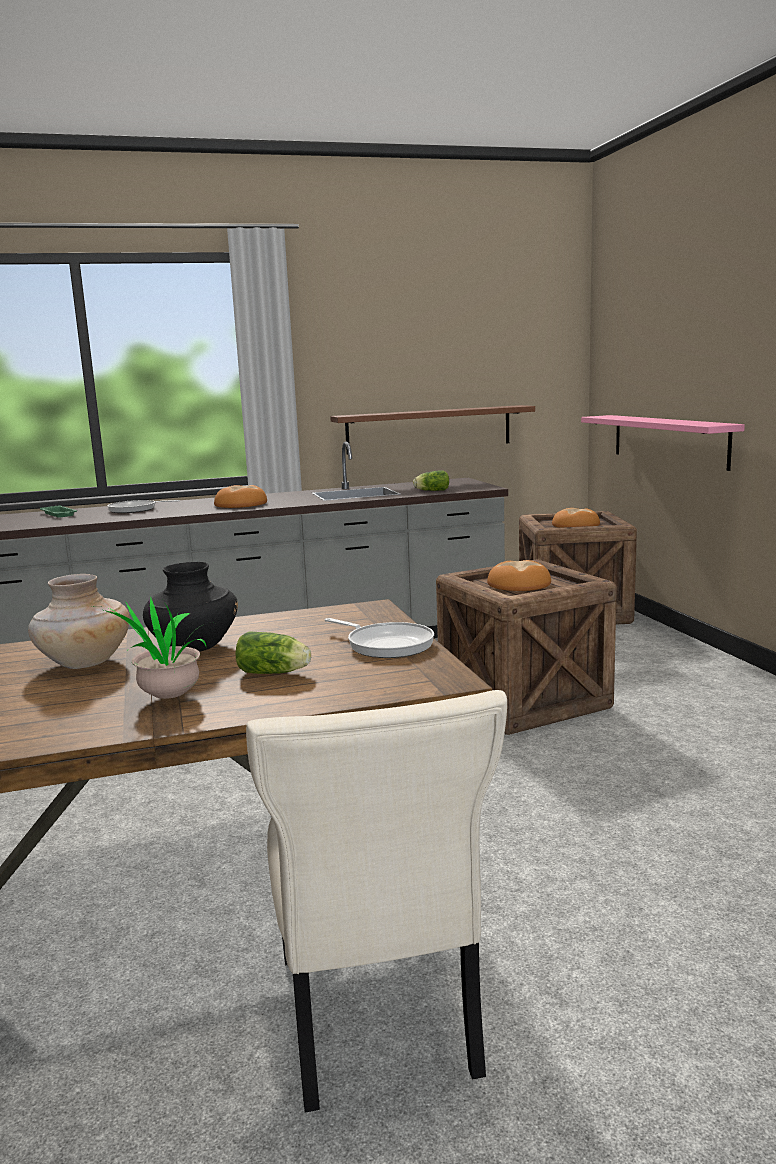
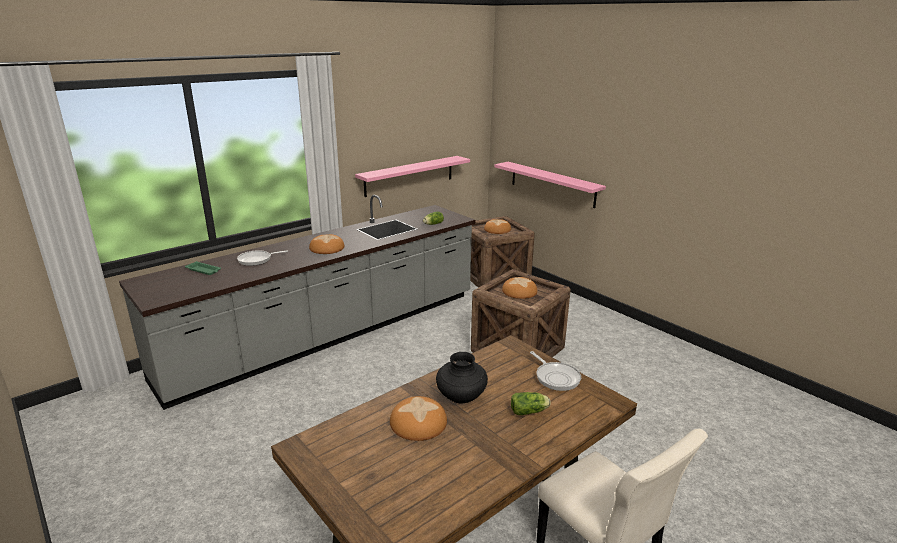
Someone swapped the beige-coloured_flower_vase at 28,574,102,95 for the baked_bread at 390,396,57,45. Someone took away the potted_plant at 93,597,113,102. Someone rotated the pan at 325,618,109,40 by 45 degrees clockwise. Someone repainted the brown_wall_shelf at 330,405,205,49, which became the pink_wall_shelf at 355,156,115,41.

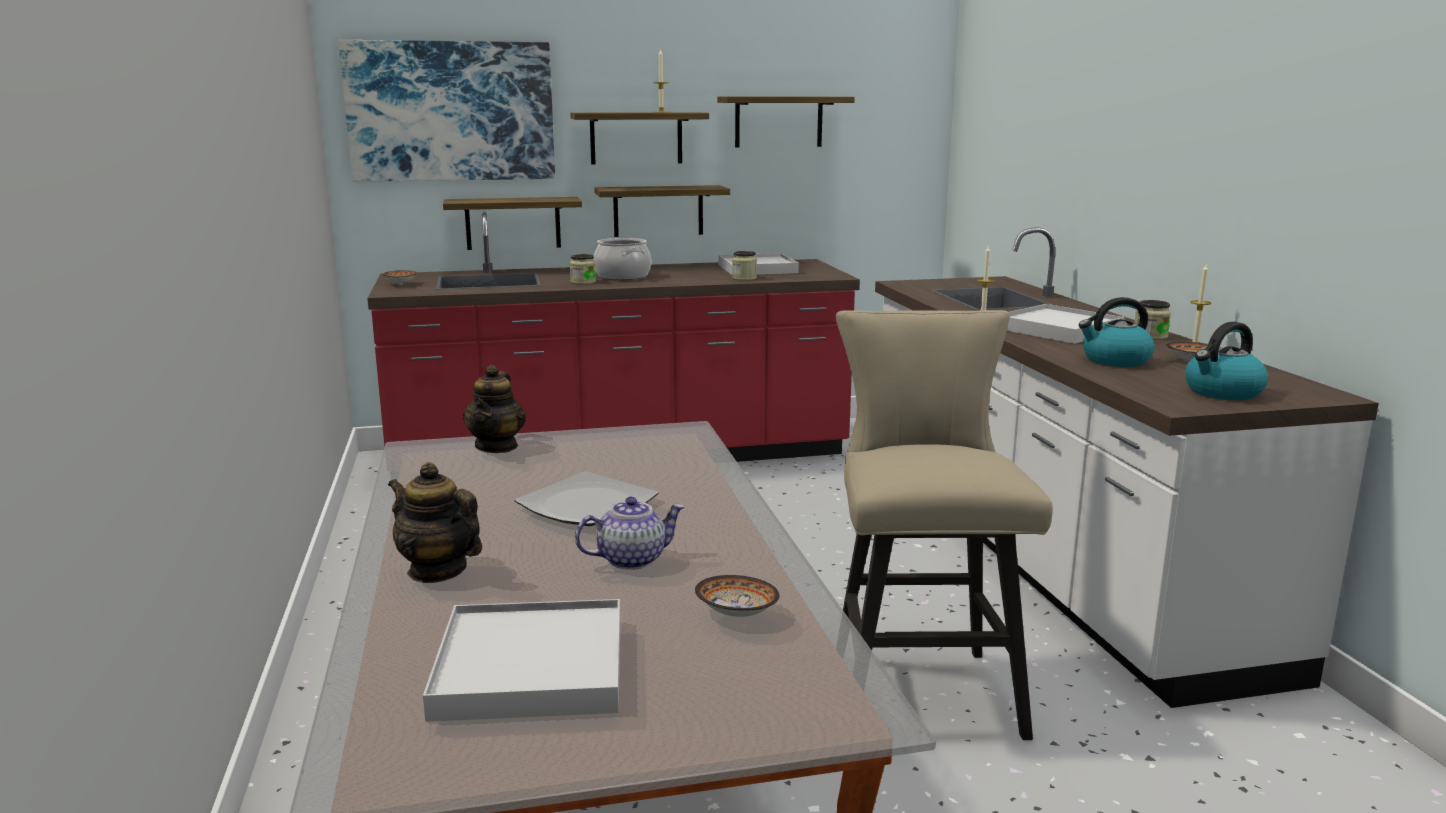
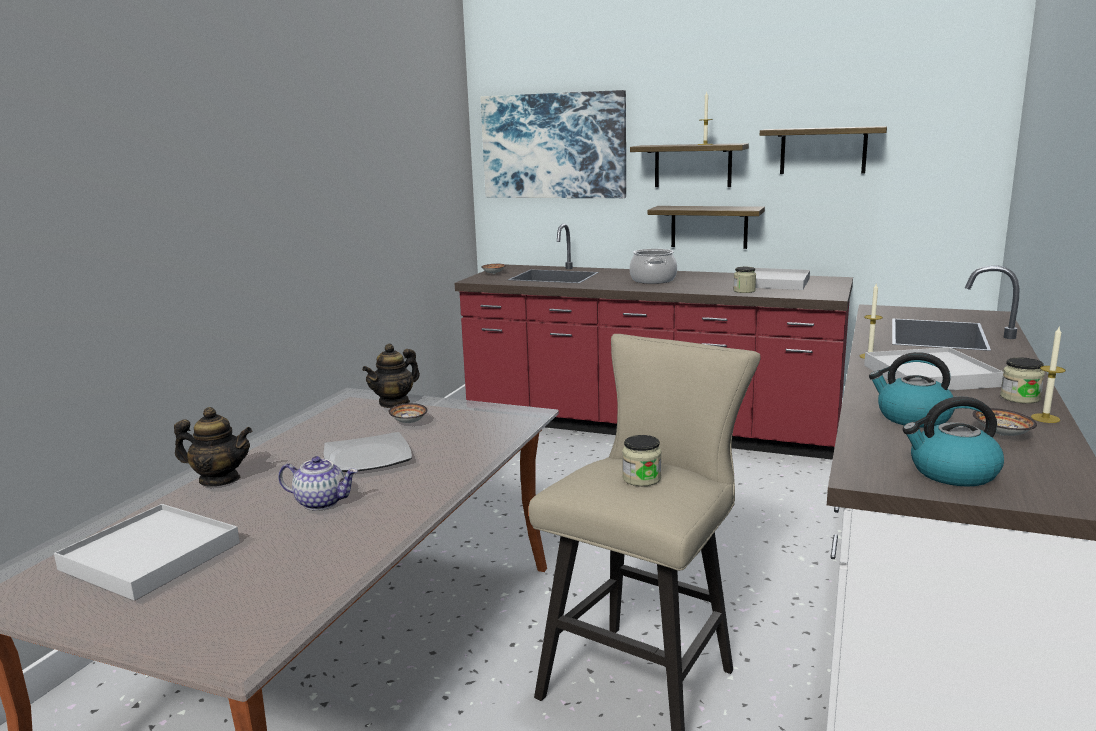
Someone rotated the teapot at 388,462,94,121 by 120 degrees clockwise. Someone took away the wall_shelf at 443,197,139,53. Someone carried the jar from 570,254,26,31 to 622,435,39,51. Someone carried the deep_dish from 695,575,84,42 to 389,403,39,20.

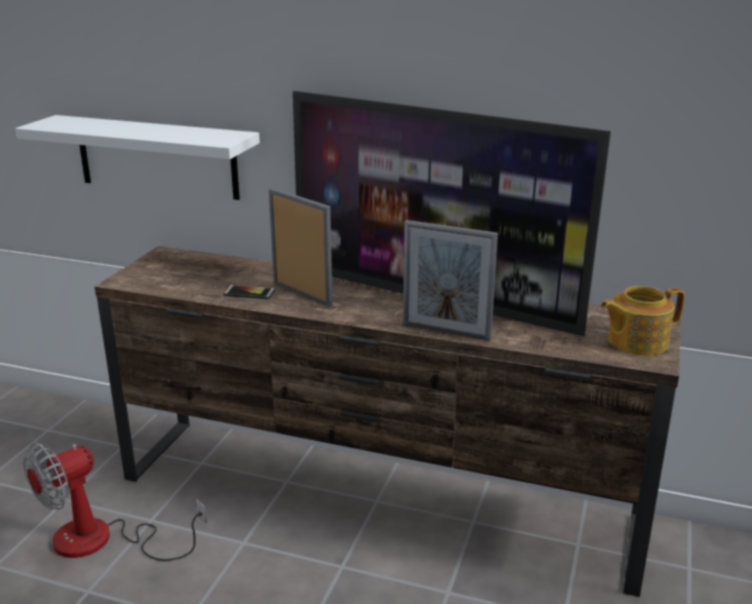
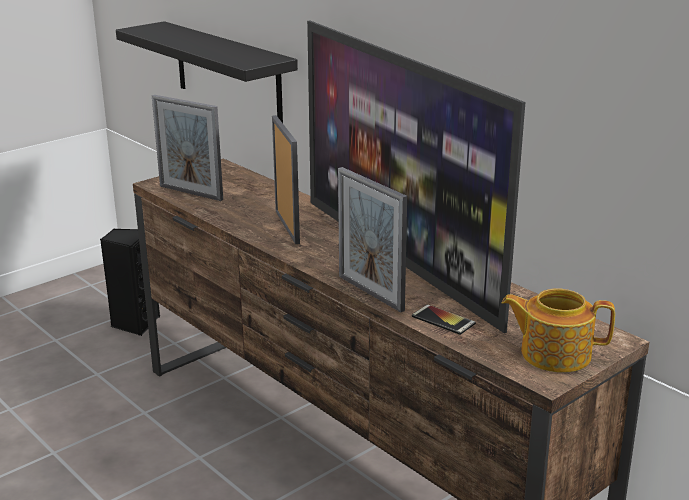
Someone repainted the white-coloured_wall_shelf at 15,115,245,85, which became the black_wall_shelf at 116,21,182,102. Someone took away the cooling_fan at 23,442,184,119. Someone carried the telephone from 224,285,51,14 to 412,304,64,31. Someone put down the black_speaker at 100,229,60,107. Someone put down the standing_frame at 152,95,71,106.

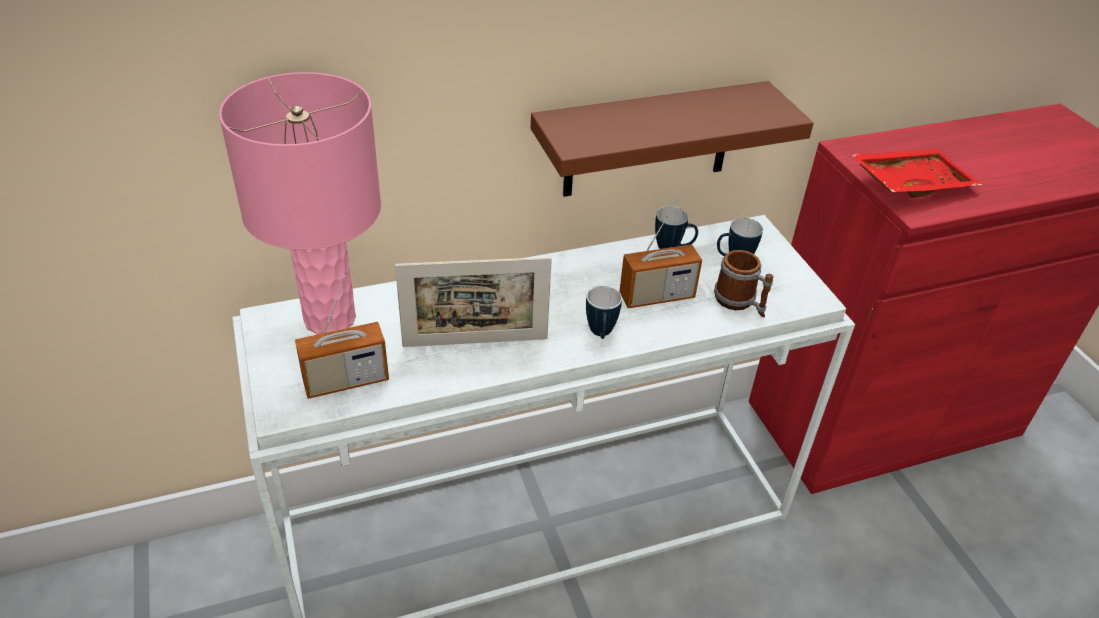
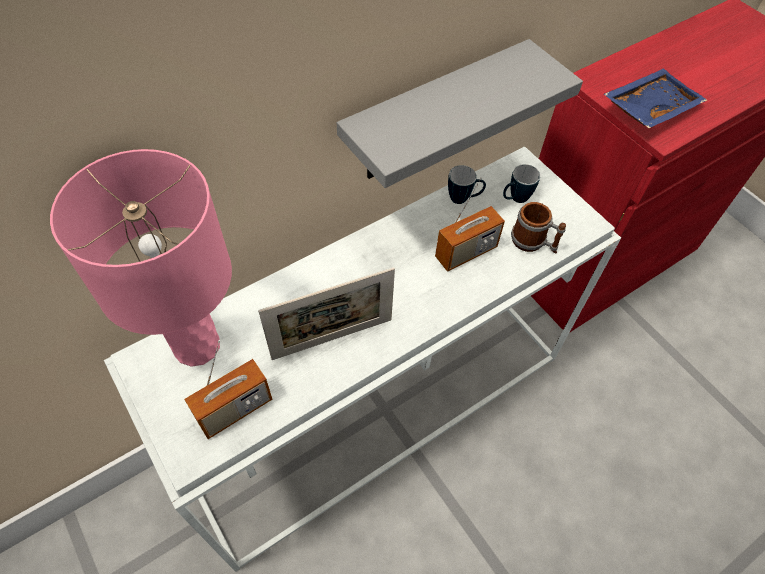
Someone repainted the brown_wall_shelf at 531,81,283,116, which became the grey_wall_shelf at 337,39,246,149. Someone took away the coffee_mug at 586,286,36,53. Someone repainted the red_carrying_tray at 851,149,131,49, which became the bluish_carrying_tray at 604,69,103,59.

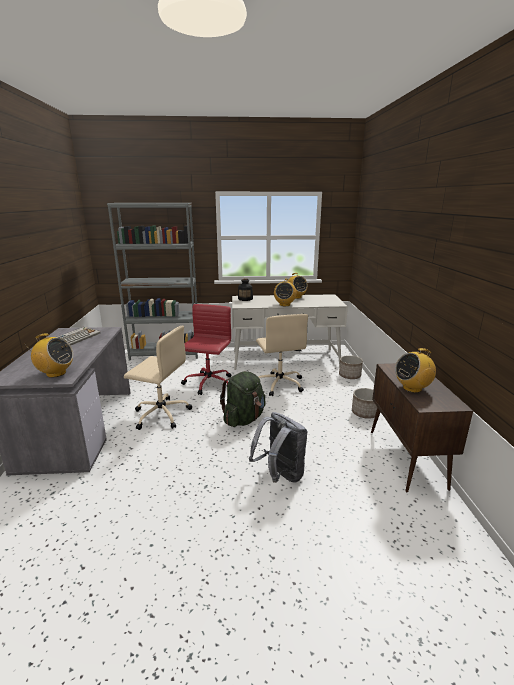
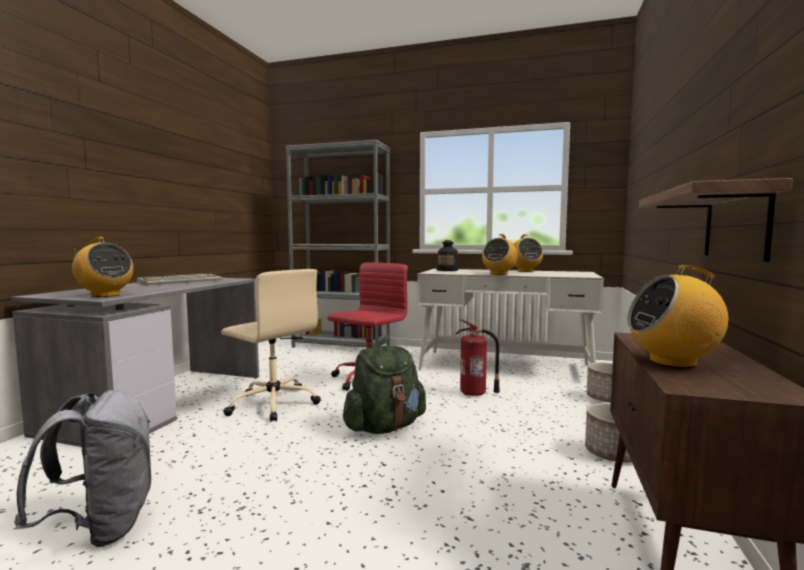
Someone carried the grey_rucksack from 249,412,58,71 to 14,390,137,157. Someone swapped the beige-coloured_office_chair at 256,314,52,82 for the fire_extinguisher at 456,319,44,77. Someone put up the wall_shelf at 639,178,154,84.

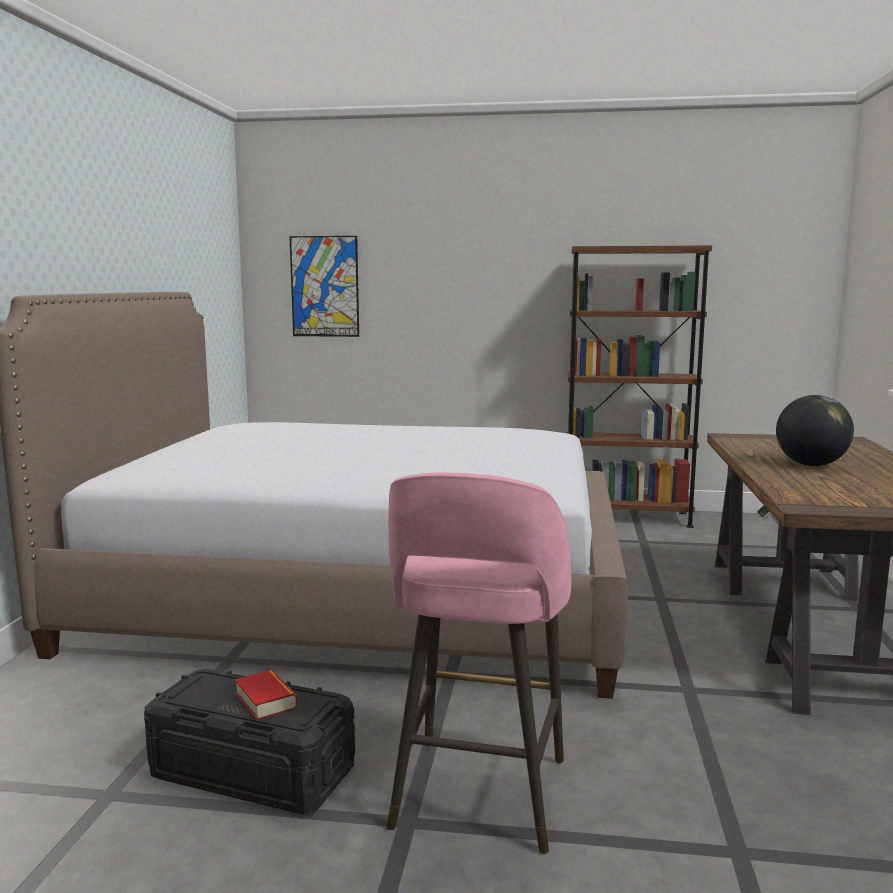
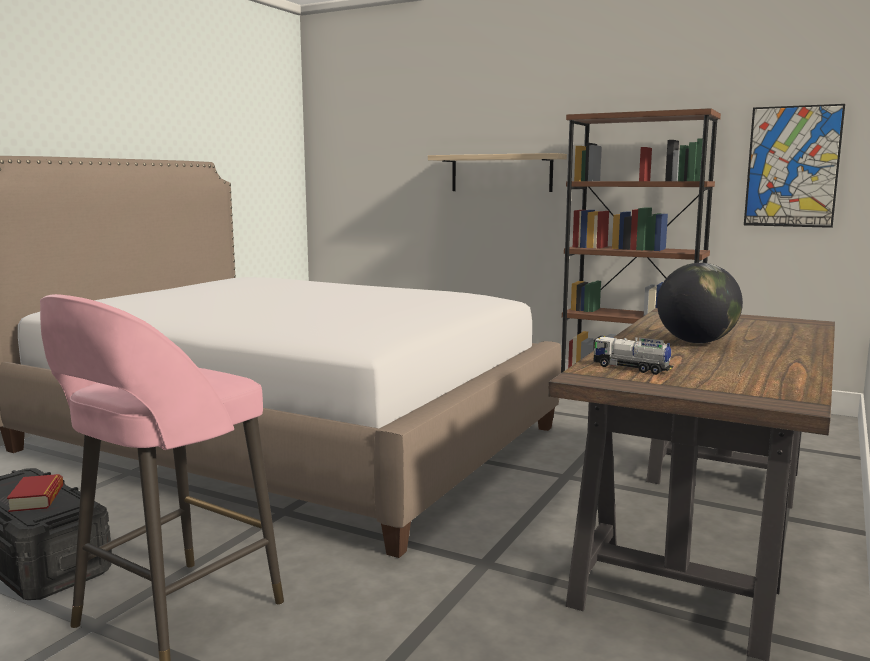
Someone carried the wall_art from 289,236,70,101 to 744,104,101,124. Someone put up the wall_shelf at 428,153,139,39. Someone put down the model_truck at 593,336,80,39.

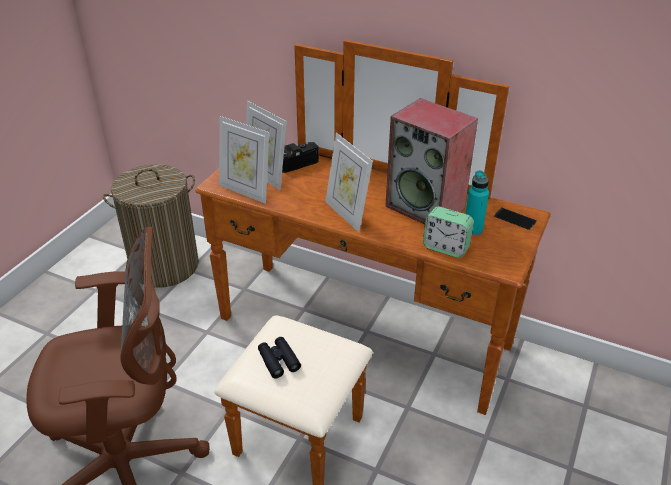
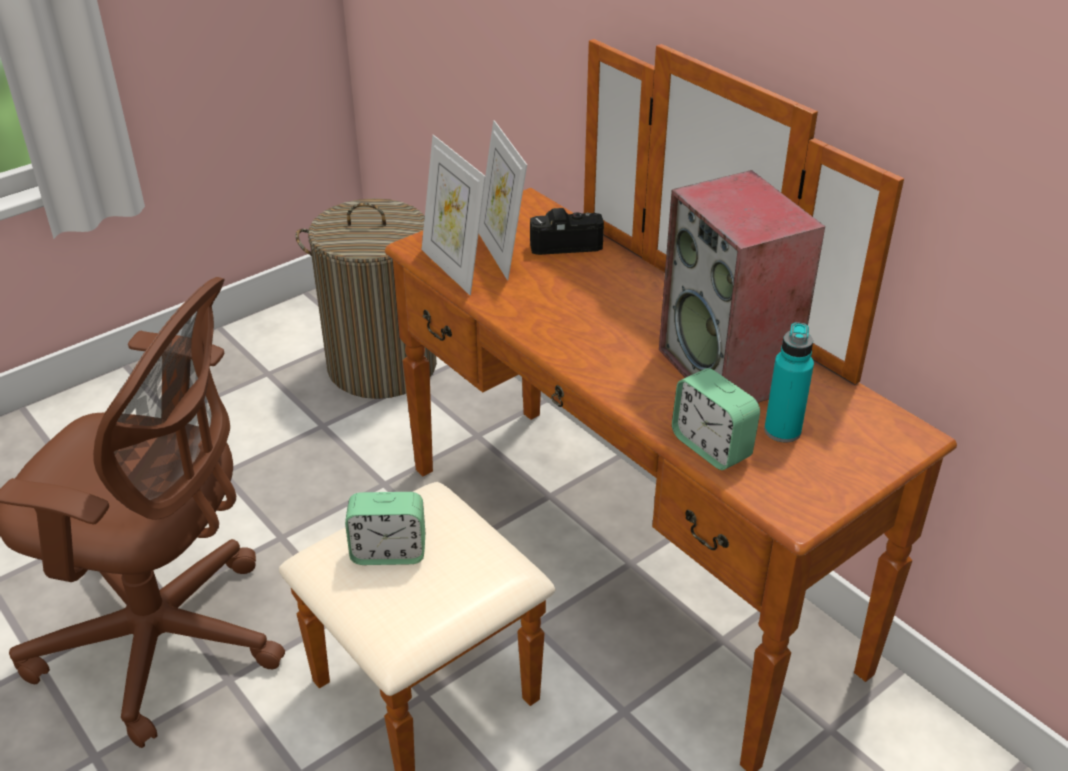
Someone swapped the black_binoculars at 258,337,43,42 for the bedside_clock at 345,492,80,73. Someone took away the standing_frame at 325,133,48,100. Someone took away the telephone at 494,207,43,23.

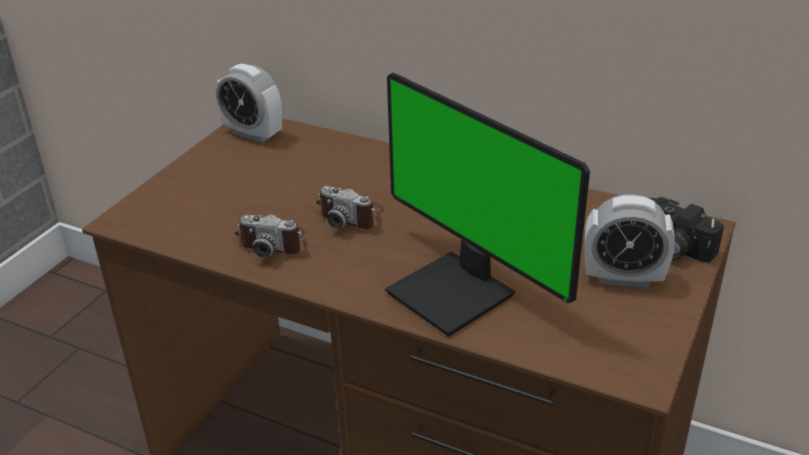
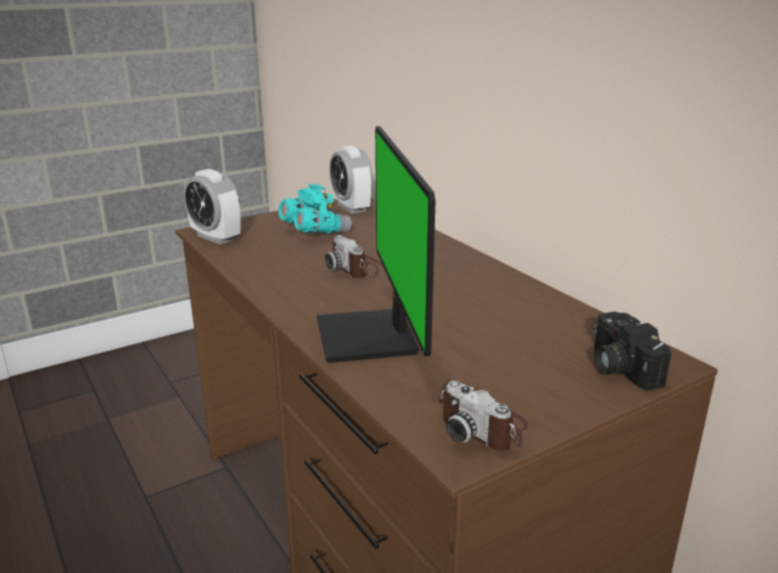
Someone carried the still_camera from 235,214,72,44 to 439,381,90,70. Someone carried the bedside_clock from 585,194,90,94 to 184,169,57,76. Someone put down the turquoise_binoculars at 278,184,74,50.

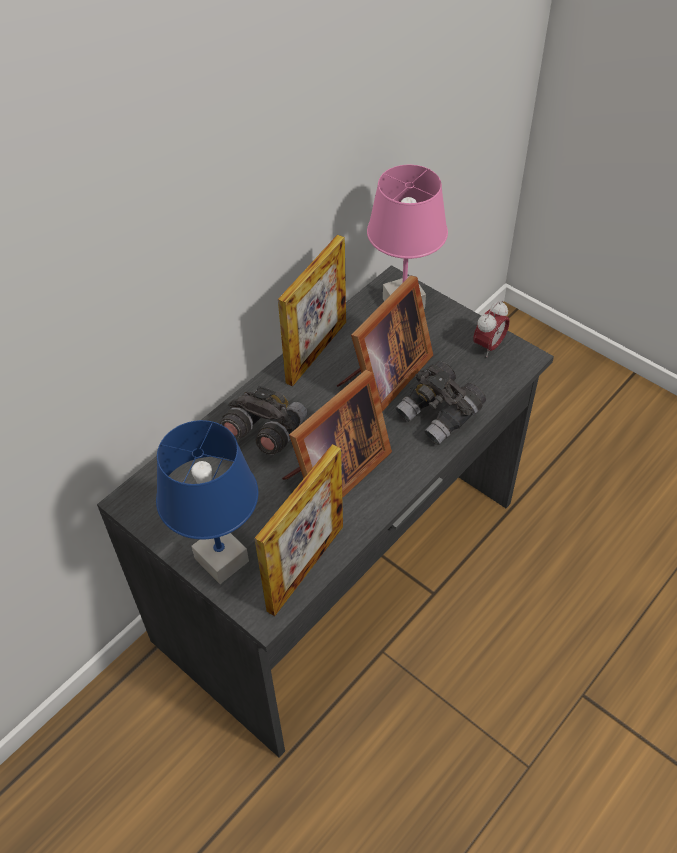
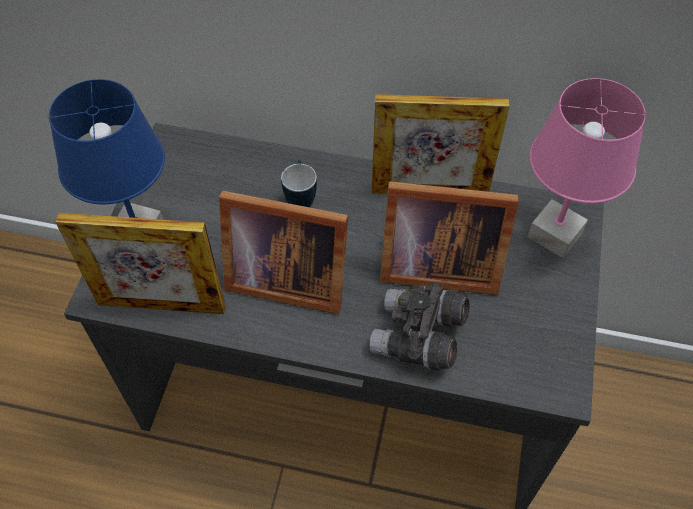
Someone swapped the grey_binoculars at 219,386,88,69 for the coffee_mug at 281,160,36,47. Someone took away the bedside_clock at 473,301,37,56.

